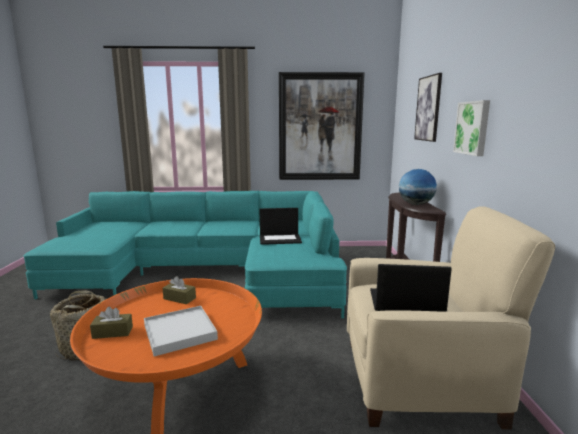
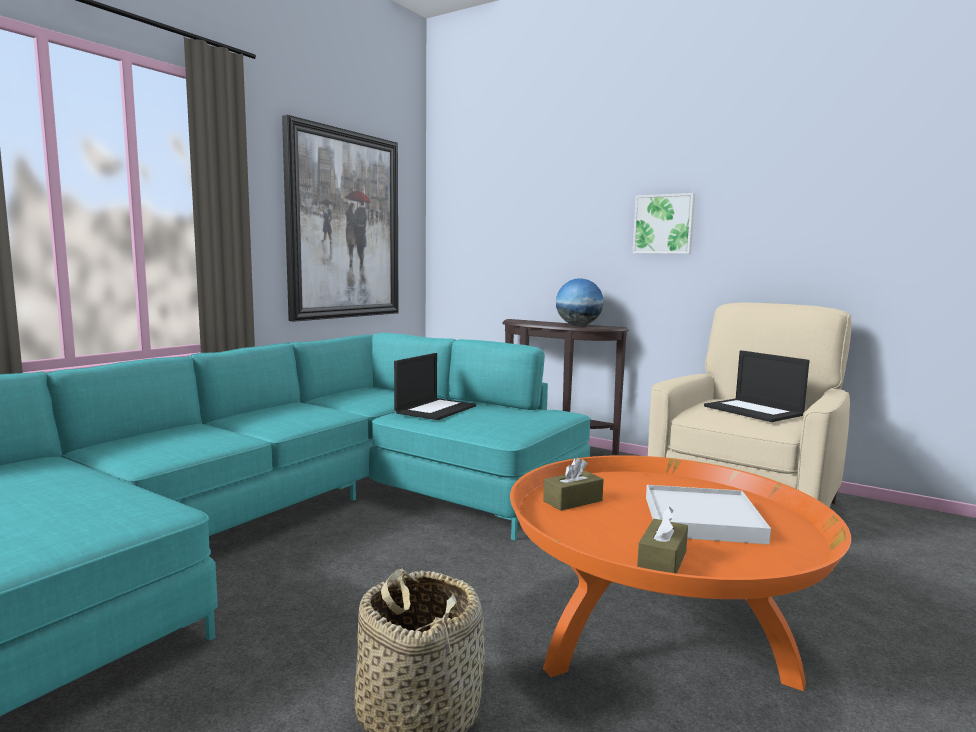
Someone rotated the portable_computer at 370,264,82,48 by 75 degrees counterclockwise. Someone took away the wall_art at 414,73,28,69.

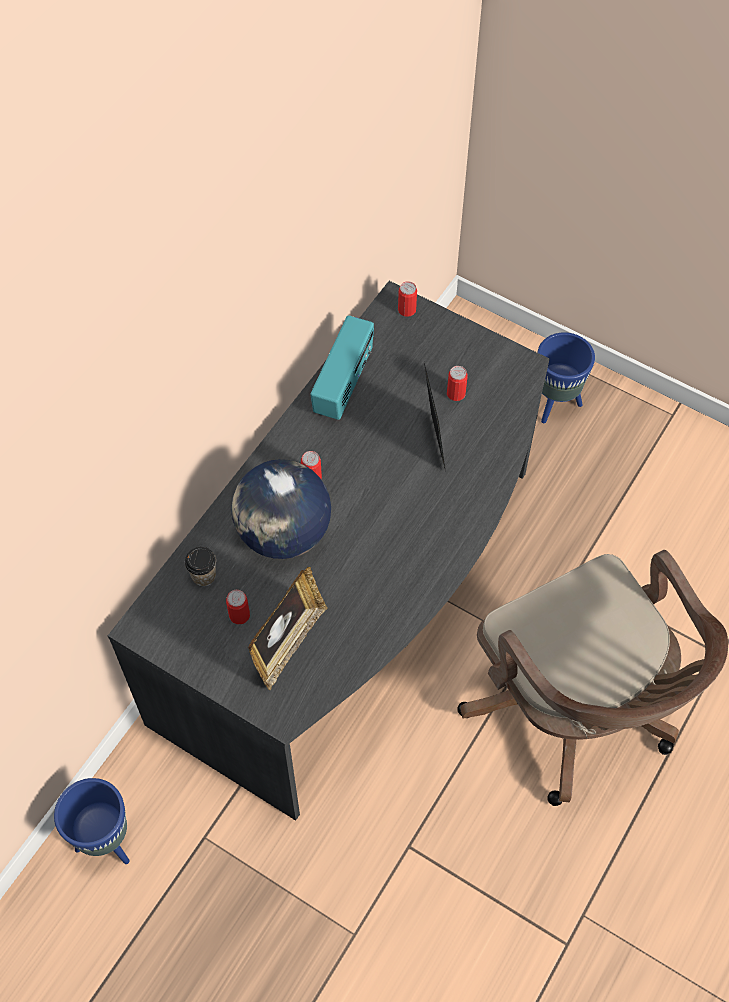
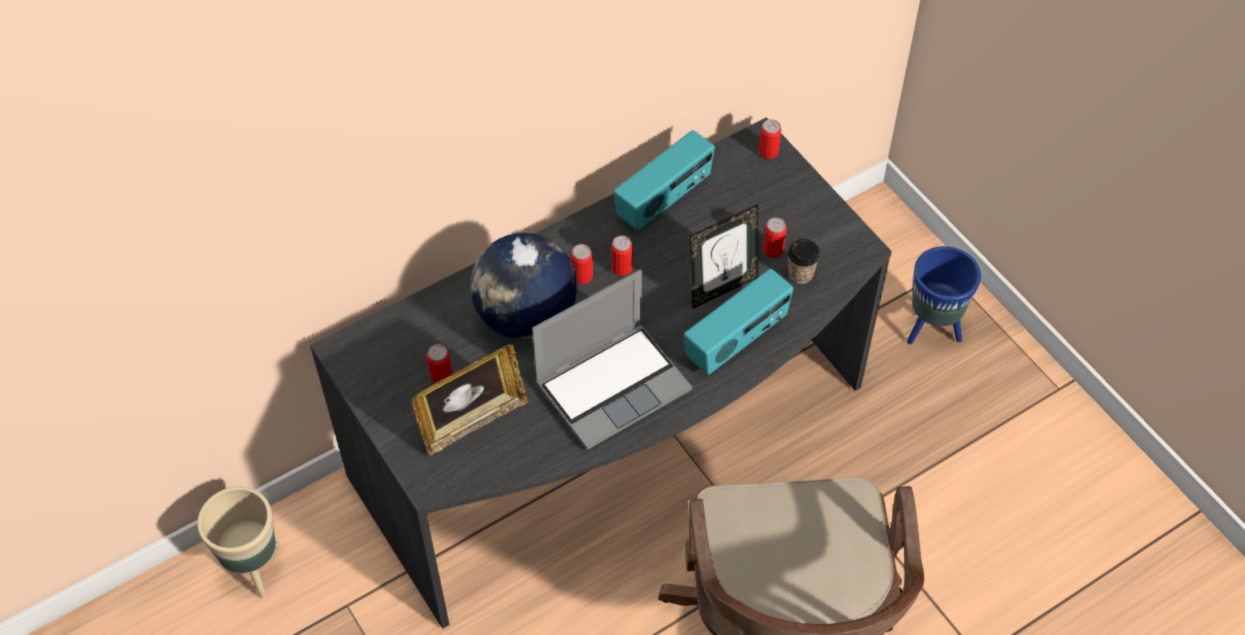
Someone repainted the bluish_plant_pot at 54,778,75,86, which became the beige-coloured_plant_pot at 197,487,84,111. Someone carried the small_cup from 185,547,31,40 to 788,239,32,45. Someone rotated the standing_frame at 424,363,22,109 by 45 degrees clockwise. Someone put down the portable_computer at 532,270,160,180. Someone put down the sealed_can at 611,236,22,40. Someone put down the radio_set at 684,269,109,106.

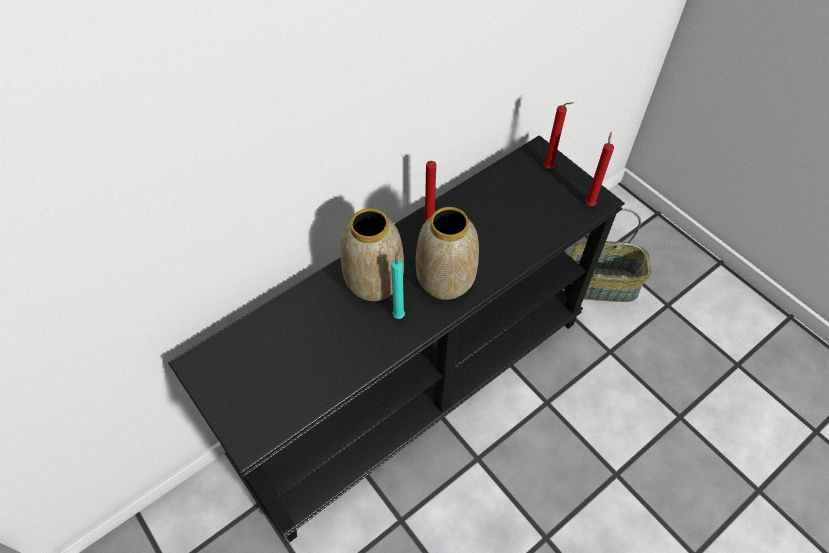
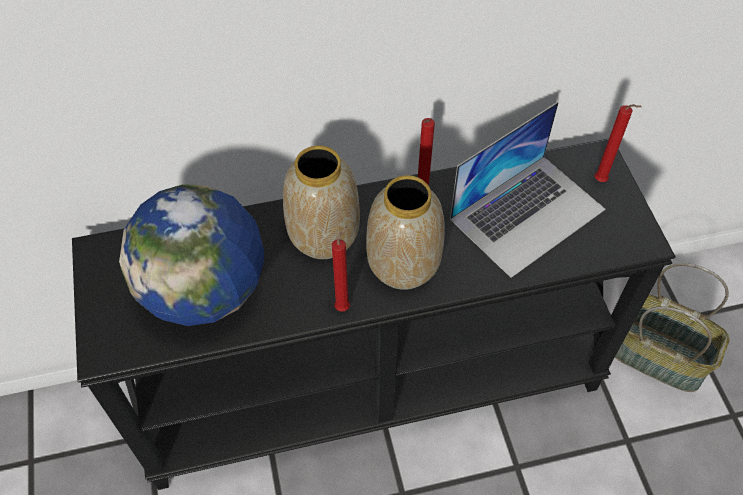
Someone took away the turquoise_wax_light at 391,248,14,71. Someone carried the red_wax_light from 585,132,29,74 to 332,226,18,86. Someone put down the desk_globe at 119,184,145,142. Someone put down the portable_computer at 450,102,155,176.

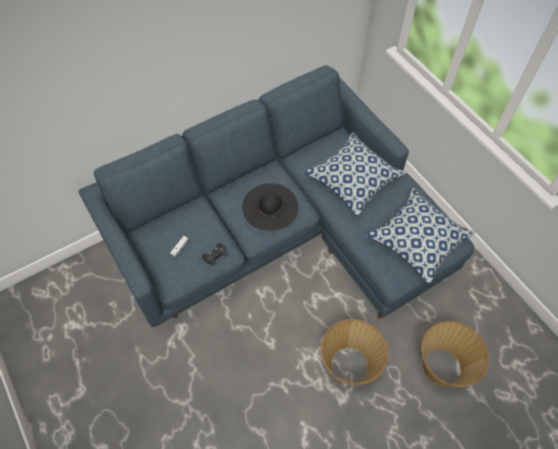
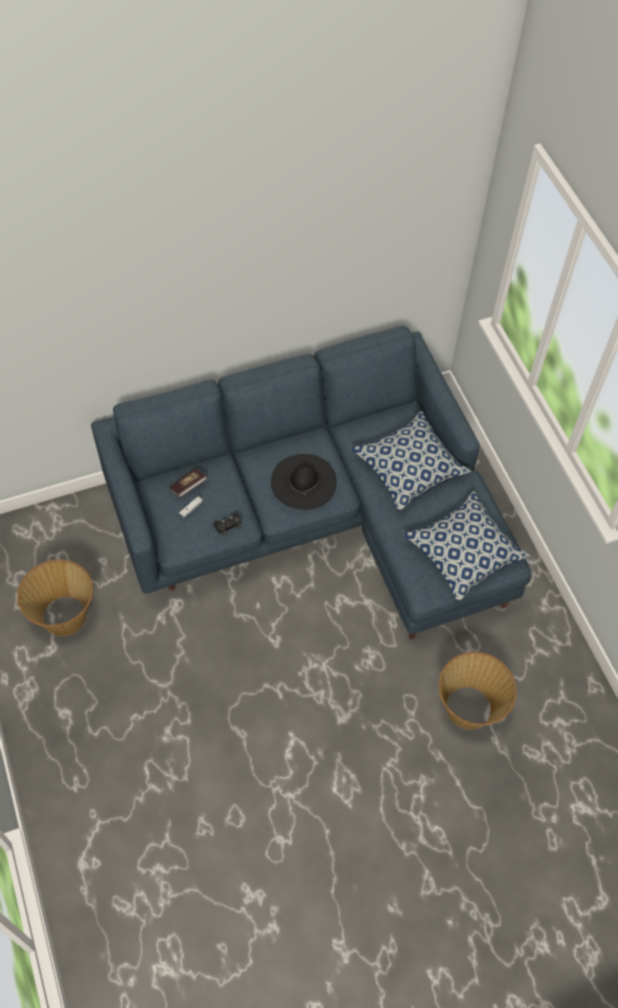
Someone carried the storage_basket from 321,319,67,66 to 17,559,76,77. Someone put down the bound_book at 169,468,38,30.

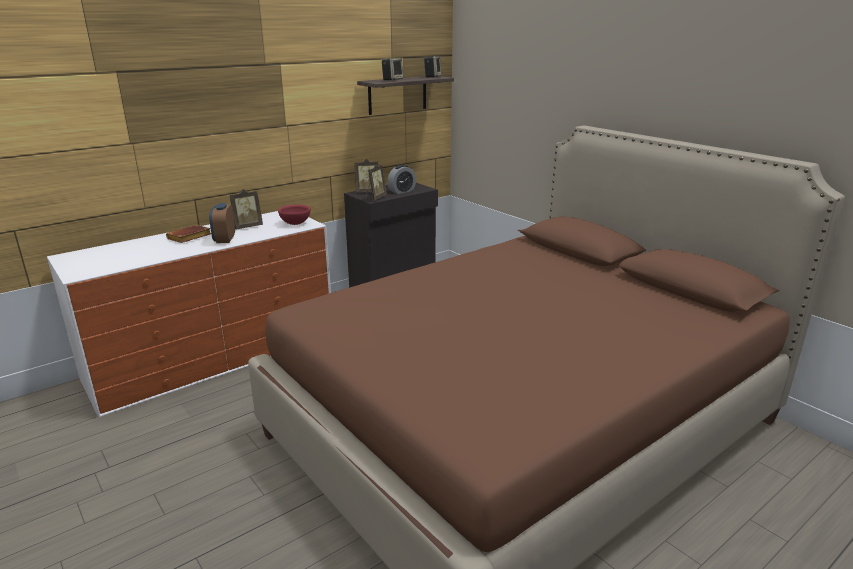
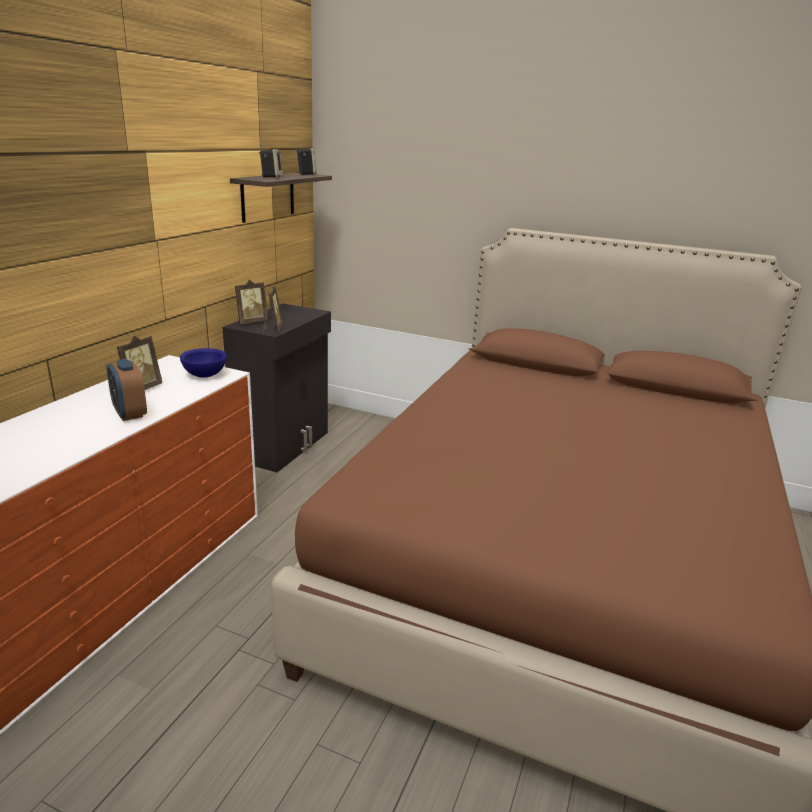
Someone took away the brown_bound_book at 166,225,45,18. Someone repainted the red_deep_dish at 278,204,33,21, which became the bluish_deep_dish at 180,348,47,30. Someone took away the bedside_clock at 387,165,29,29.

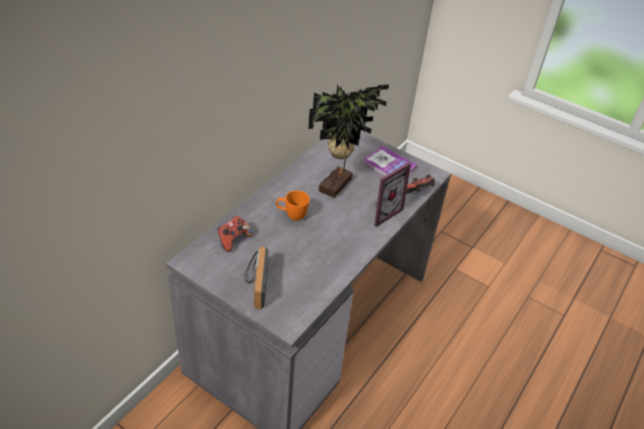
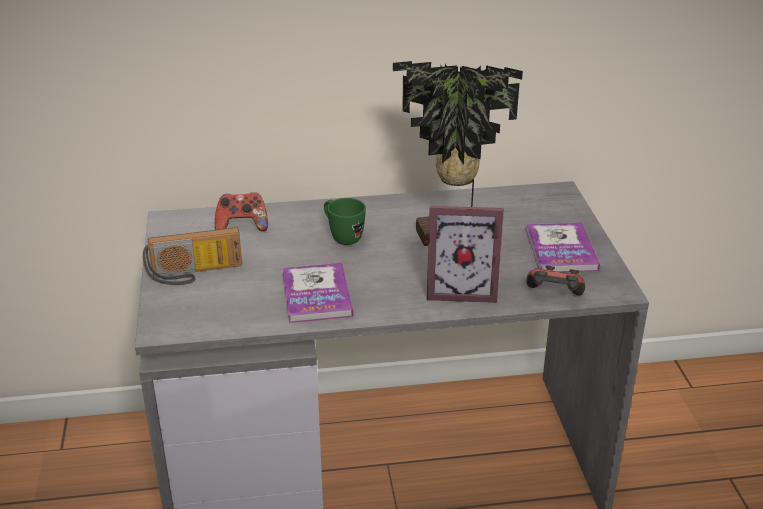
Someone rotated the radio_set at 244,247,24,62 by 150 degrees counterclockwise. Someone repainted the orange_coffee_mug at 276,190,34,30, which became the green-coloured_coffee_mug at 324,198,42,47. Someone put down the bound_book at 282,263,71,60.

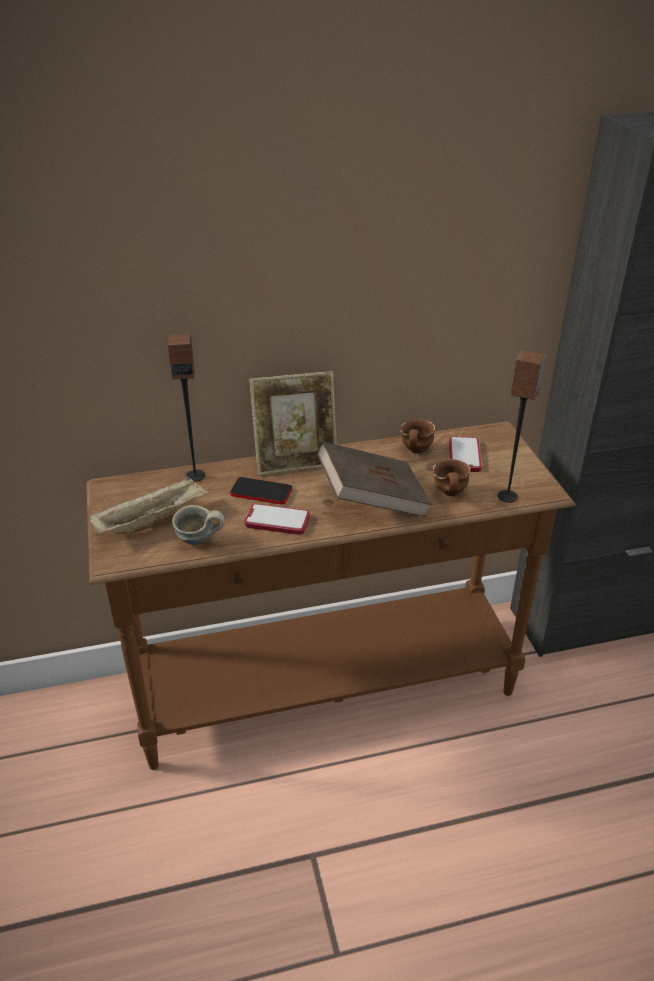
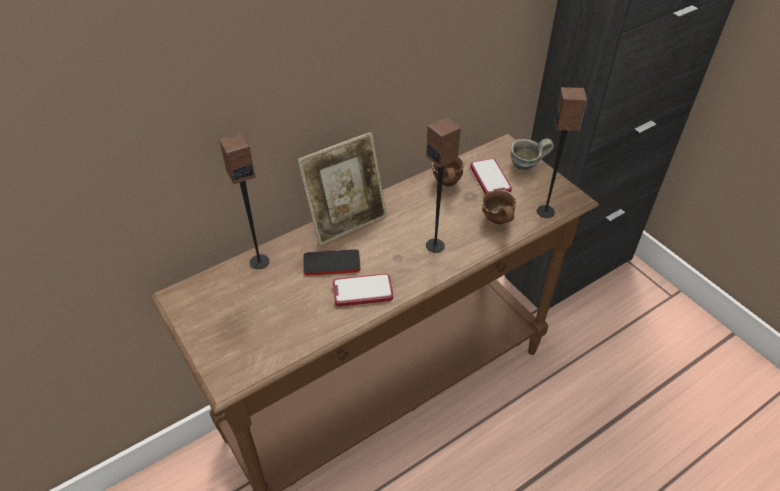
Someone took away the beige-coloured_carrying_tray at 88,475,121,59. Someone carried the grey_coffee_mug from 172,505,53,40 to 511,138,43,32. Someone swapped the brown_bound_book at 317,442,115,75 for the speaker at 426,117,35,136.

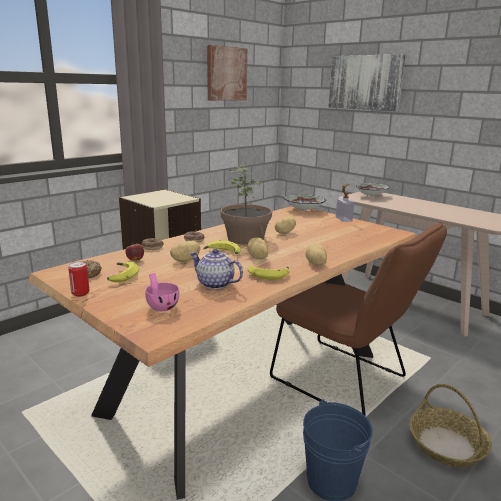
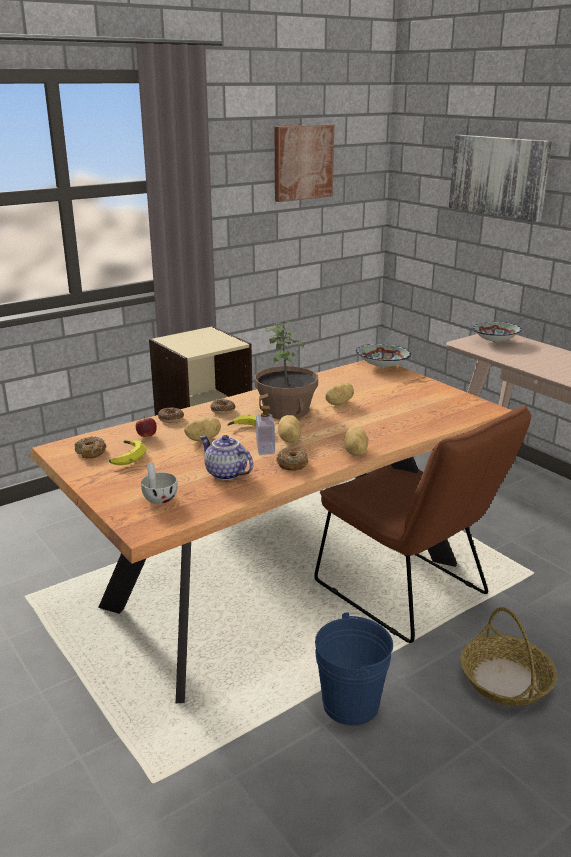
Someone took away the sealed_can at 68,262,21,35. Someone repainted the pink_small_cup at 145,273,34,38, which became the white-coloured_small_cup at 141,463,37,41. Someone swapped the whole_banana at 248,266,42,14 for the ring_doughnut at 277,448,31,22. Someone carried the soap_bottle from 336,184,18,38 to 256,394,19,61.

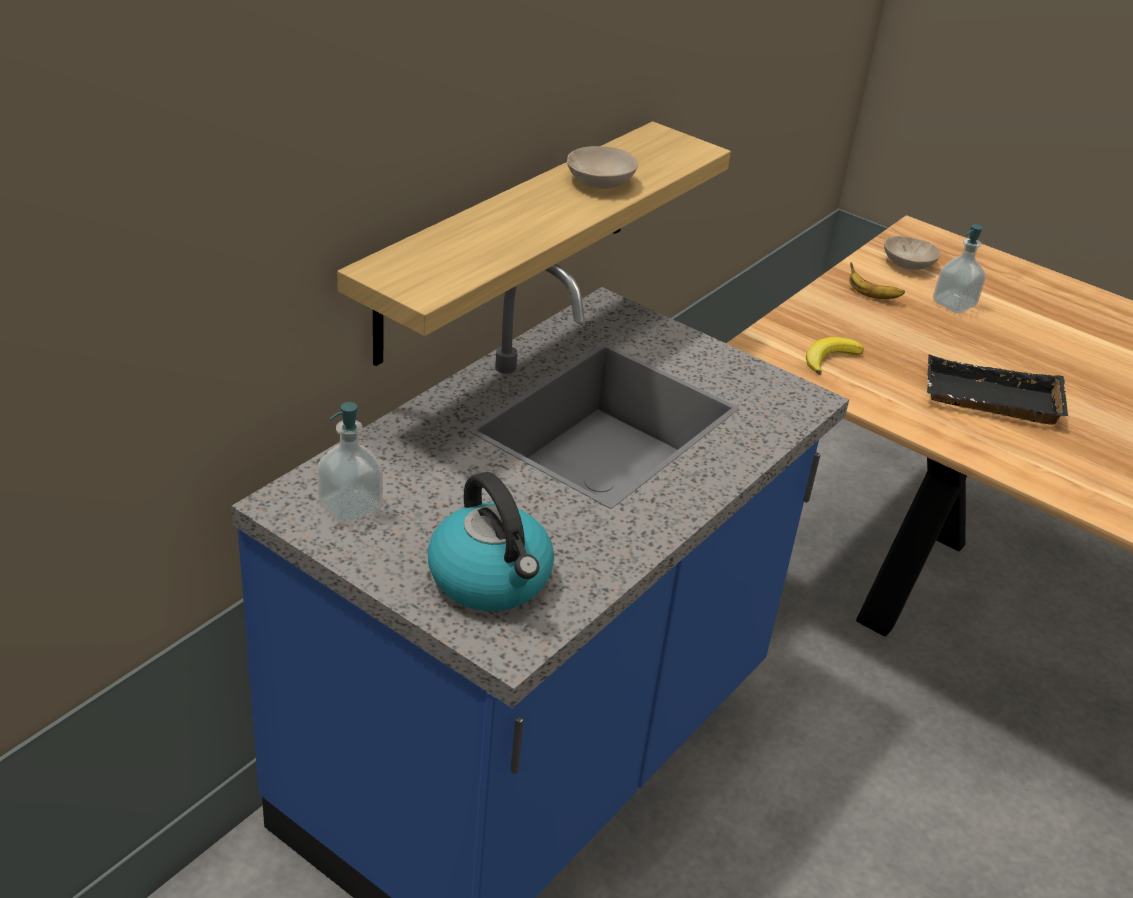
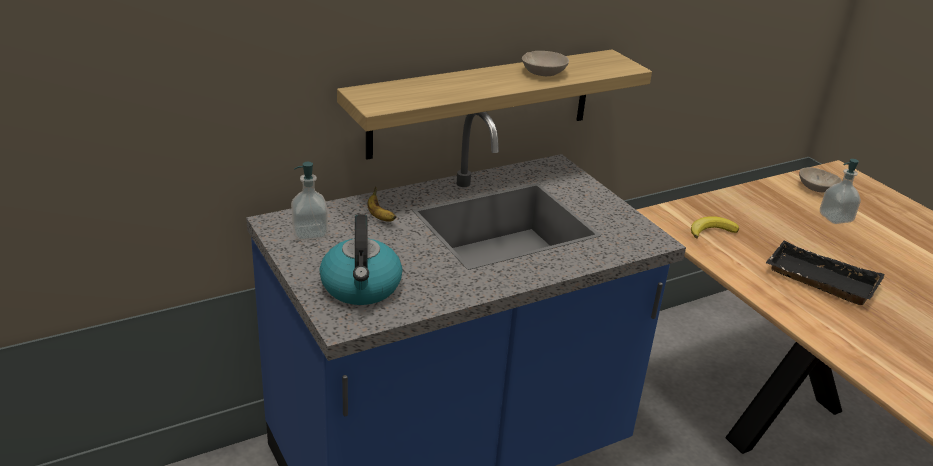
Someone carried the whole_banana from 849,262,56,37 to 367,187,30,35.

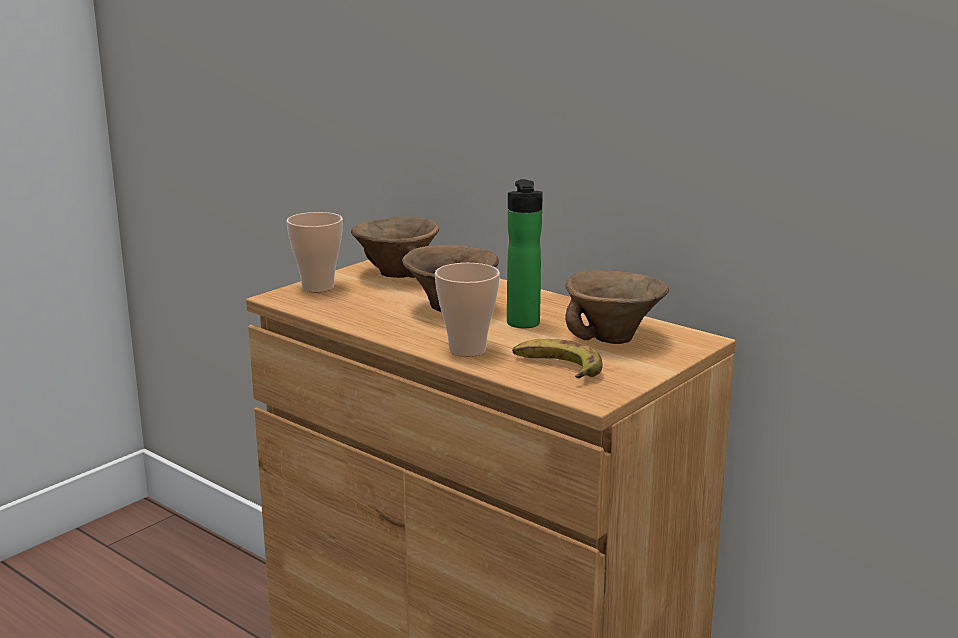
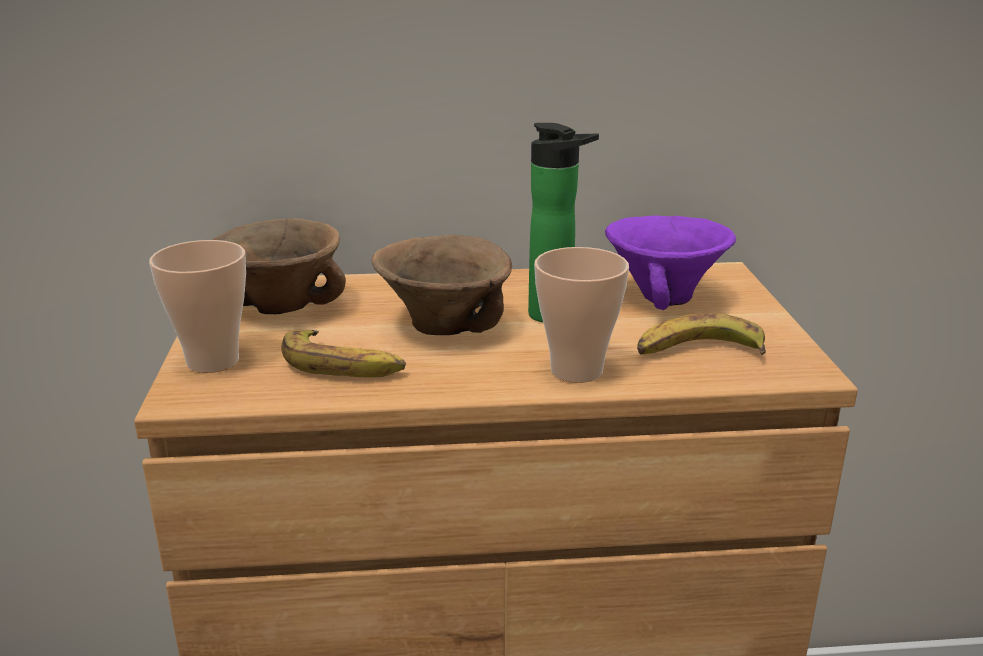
Someone repainted the brown_deep_dish at 565,270,104,74, which became the purple_deep_dish at 605,215,131,95. Someone put down the whole_banana at 281,330,125,47.

